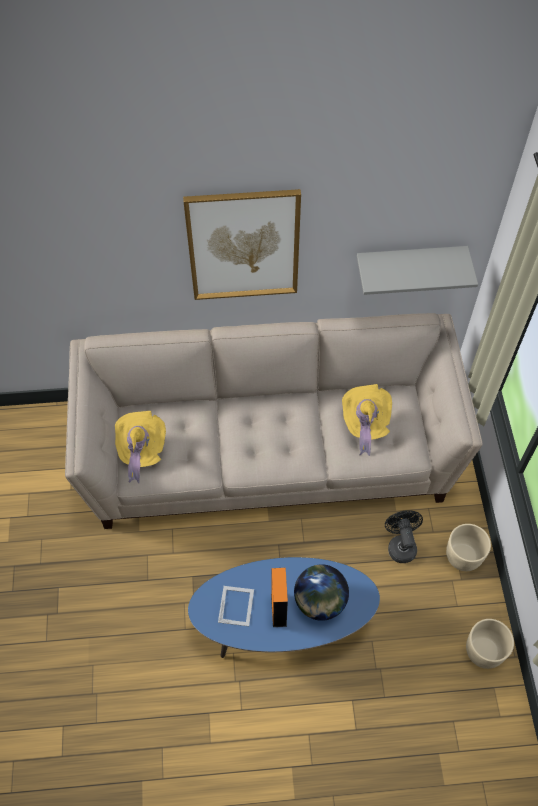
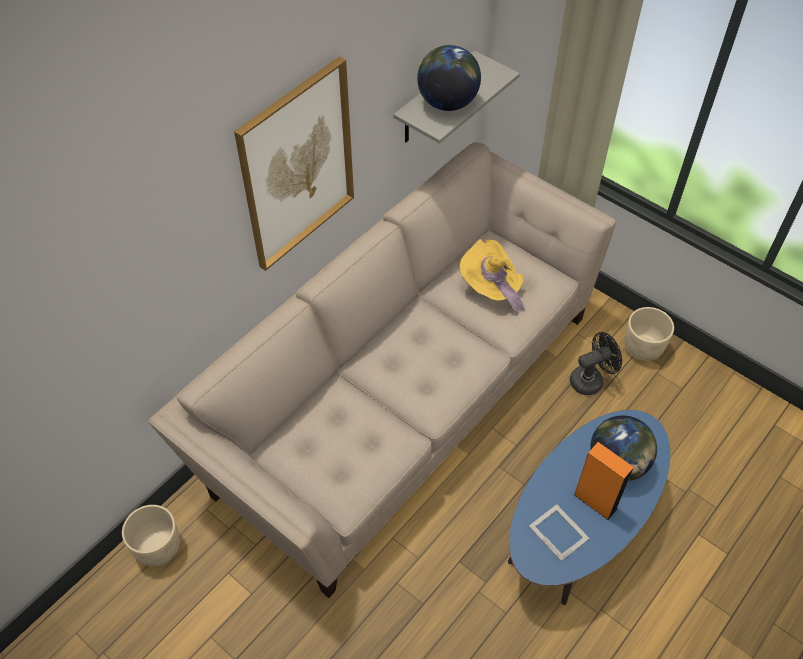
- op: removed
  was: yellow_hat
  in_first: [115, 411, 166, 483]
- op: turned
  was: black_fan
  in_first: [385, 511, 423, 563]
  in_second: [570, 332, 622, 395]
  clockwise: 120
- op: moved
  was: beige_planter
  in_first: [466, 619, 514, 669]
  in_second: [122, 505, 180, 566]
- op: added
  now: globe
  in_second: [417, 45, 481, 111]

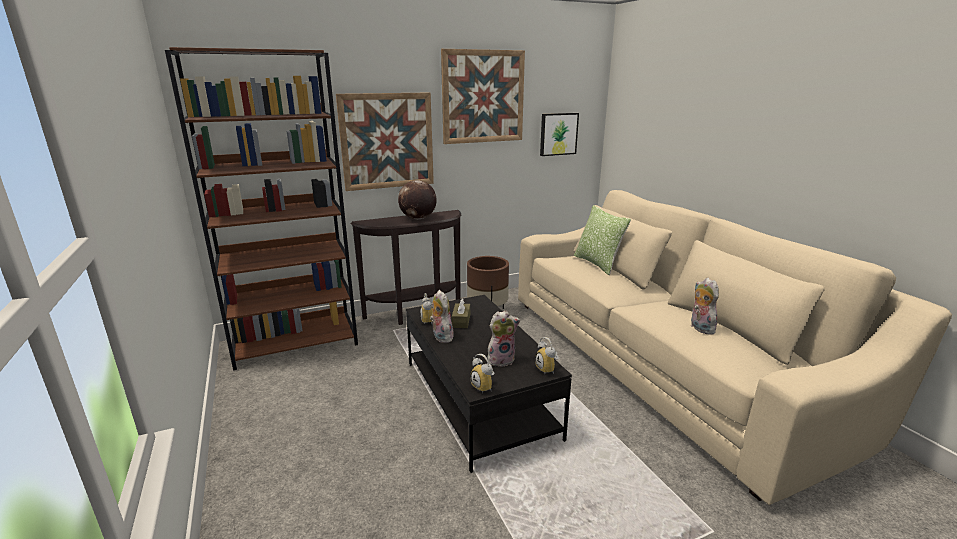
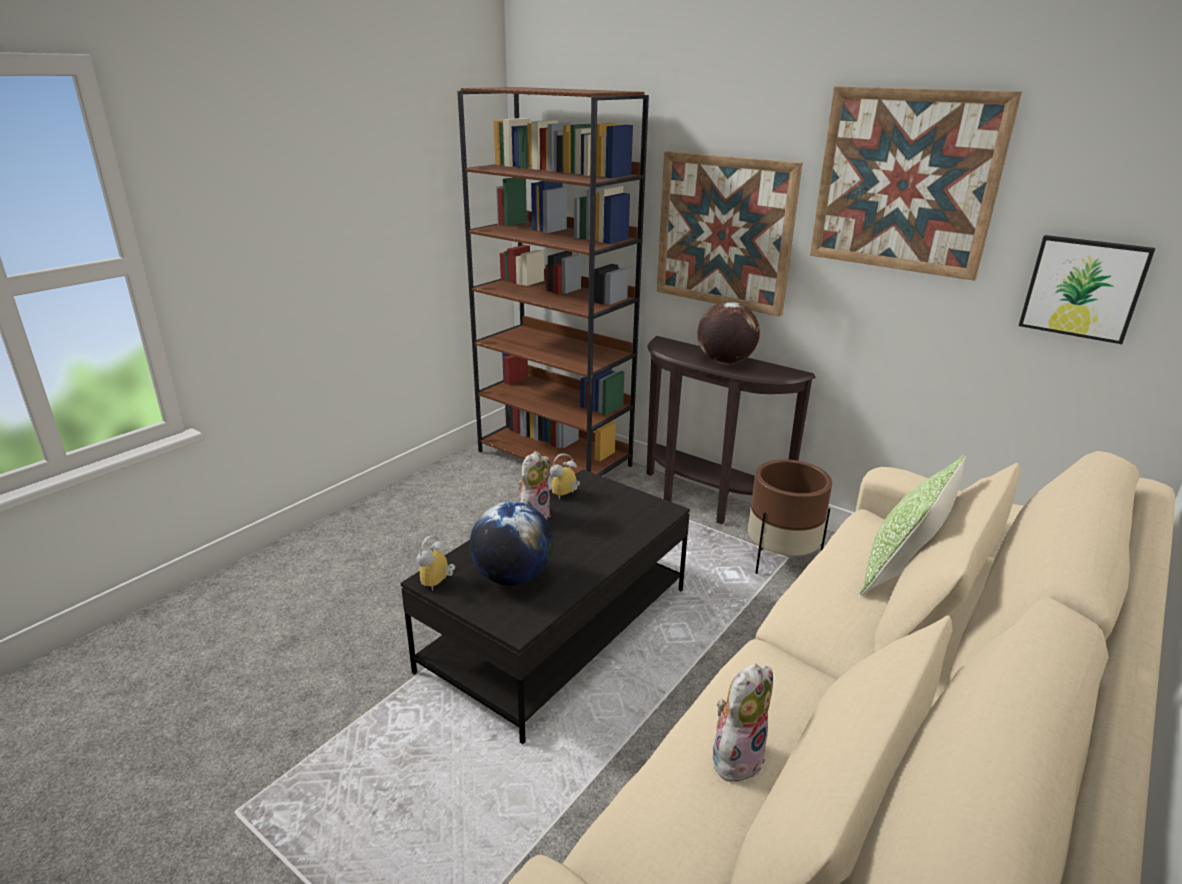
- op: removed
  was: brown_tissue_box
  in_first: [452, 298, 470, 328]
- op: replaced
  was: plush_toy
  now: globe
  in_first: [487, 311, 520, 367]
  in_second: [470, 502, 553, 586]
- op: removed
  was: alarm_clock
  in_first: [535, 337, 559, 374]

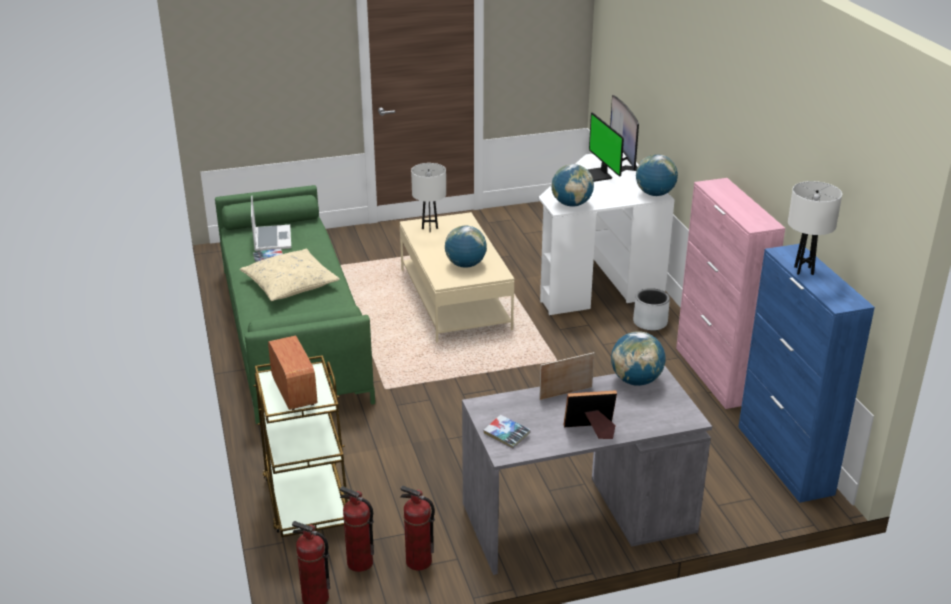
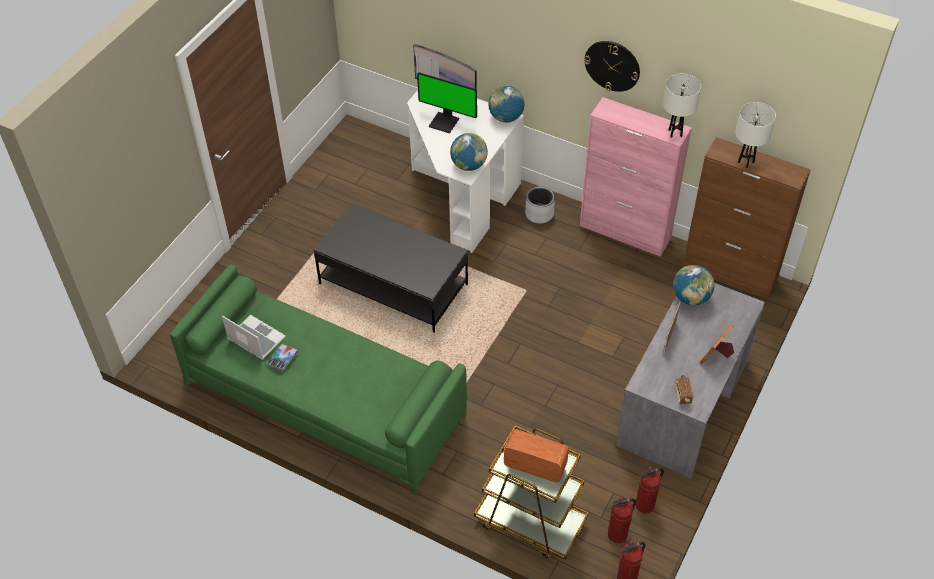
- op: removed
  was: beige_pillow
  in_first: [240, 248, 340, 301]
- op: recoloured
  was: beige_coffee_table
  now: black_coffee_table
  in_first: [400, 212, 515, 342]
  in_second: [314, 204, 468, 333]
- op: moved
  was: white_table_lamp
  in_first: [411, 163, 446, 232]
  in_second: [663, 73, 701, 138]
- op: removed
  was: globe
  in_first: [445, 225, 487, 268]
- op: replaced
  was: book
  now: radio
  in_first: [483, 415, 530, 449]
  in_second: [675, 375, 693, 404]
- op: recoloured
  was: blue_cabinet
  now: brown_cabinet
  in_first: [738, 244, 875, 503]
  in_second: [683, 137, 811, 299]
- op: added
  now: wall_clock
  in_second: [584, 41, 640, 92]

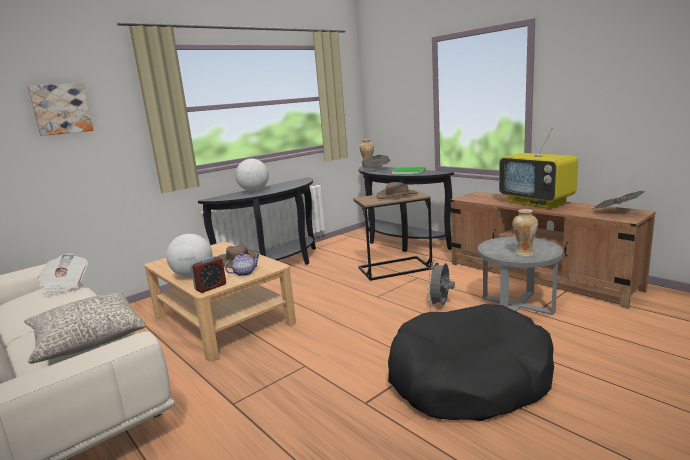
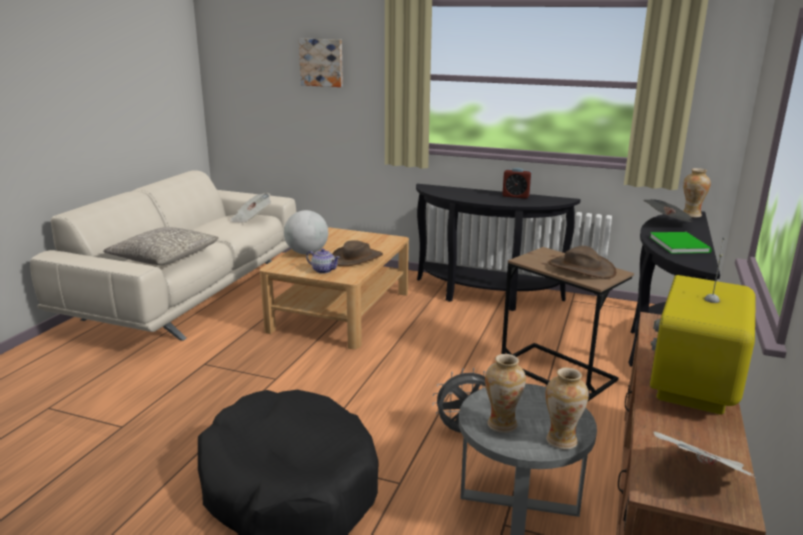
- op: moved
  was: alarm_clock
  in_first: [190, 256, 226, 293]
  in_second: [502, 168, 532, 199]
- op: removed
  was: globe
  in_first: [235, 159, 269, 192]
- op: added
  now: vase
  in_second: [545, 368, 589, 449]

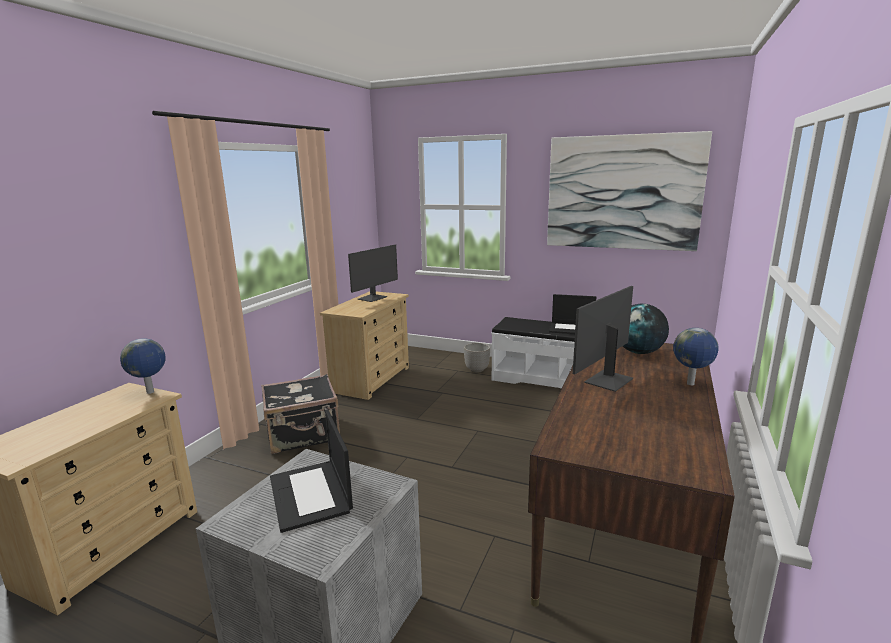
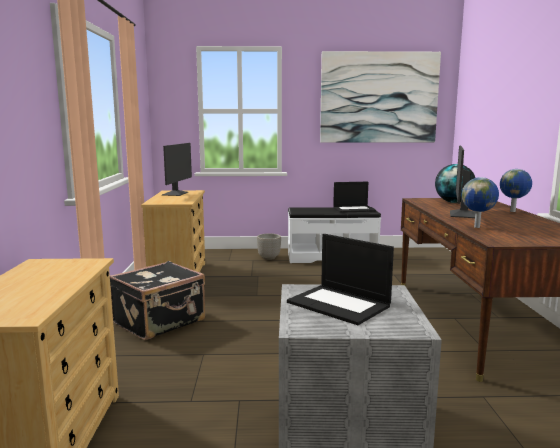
- op: moved
  was: globe
  in_first: [120, 338, 166, 394]
  in_second: [462, 177, 499, 228]

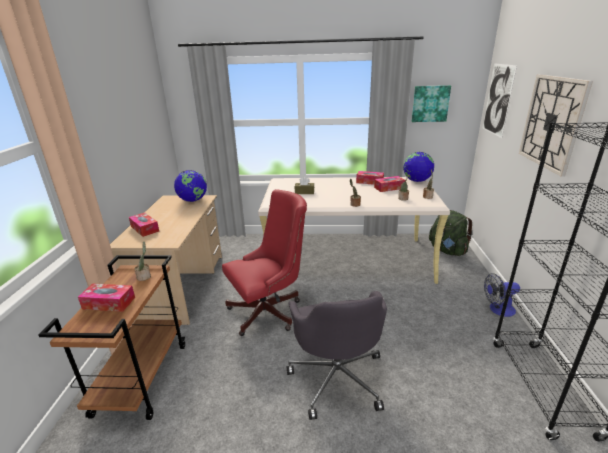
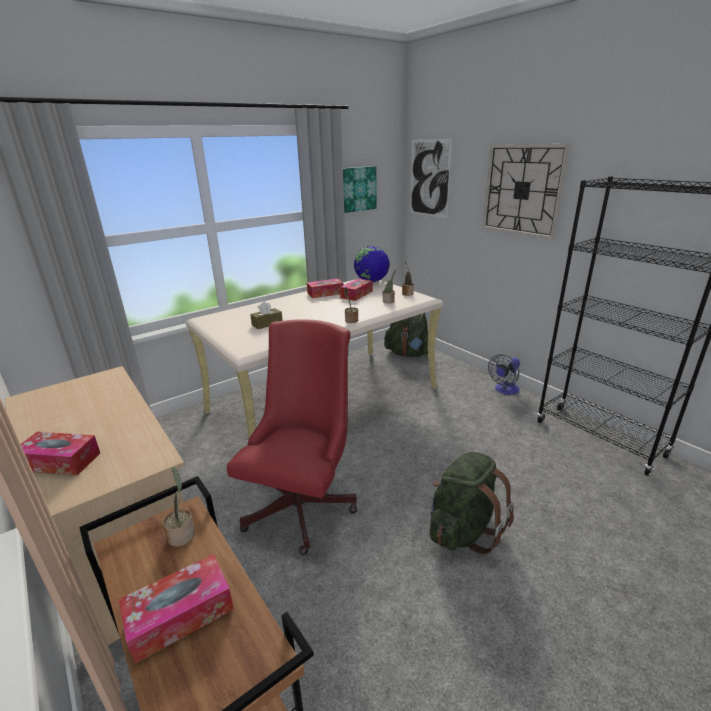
- op: removed
  was: globe
  in_first: [174, 170, 207, 202]
- op: replaced
  was: grey_office_chair
  now: green_backpack
  in_first: [287, 291, 387, 420]
  in_second: [430, 452, 514, 555]

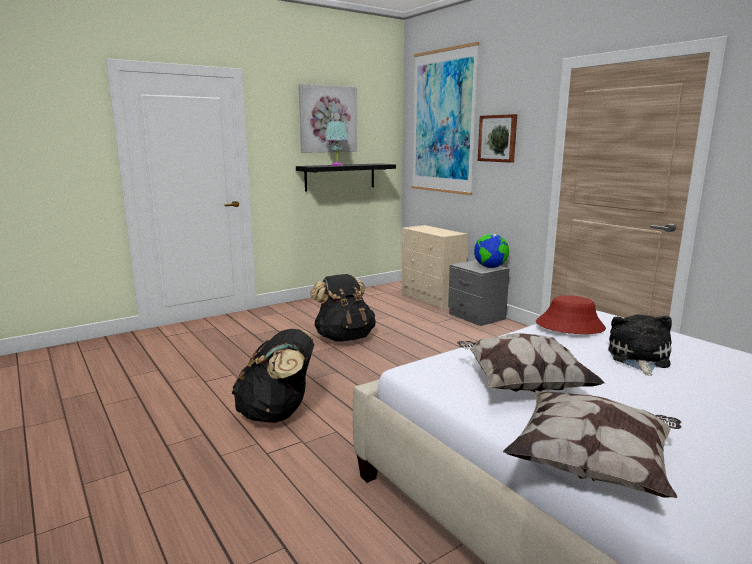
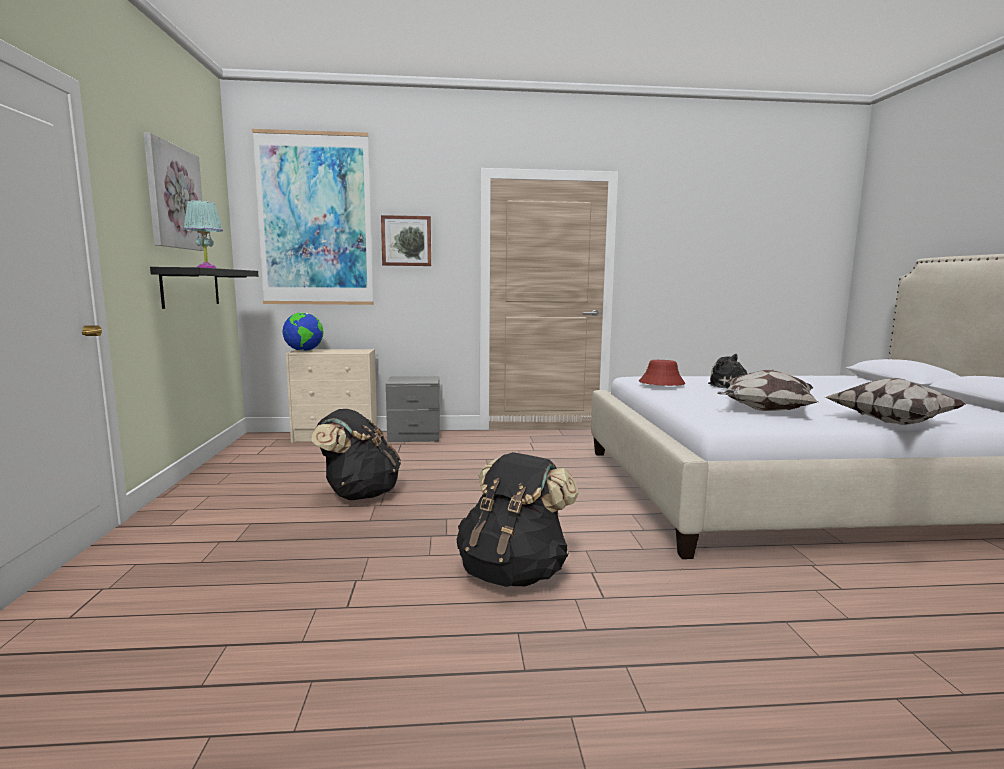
- op: moved
  was: globe
  in_first: [474, 234, 509, 268]
  in_second: [282, 312, 324, 351]

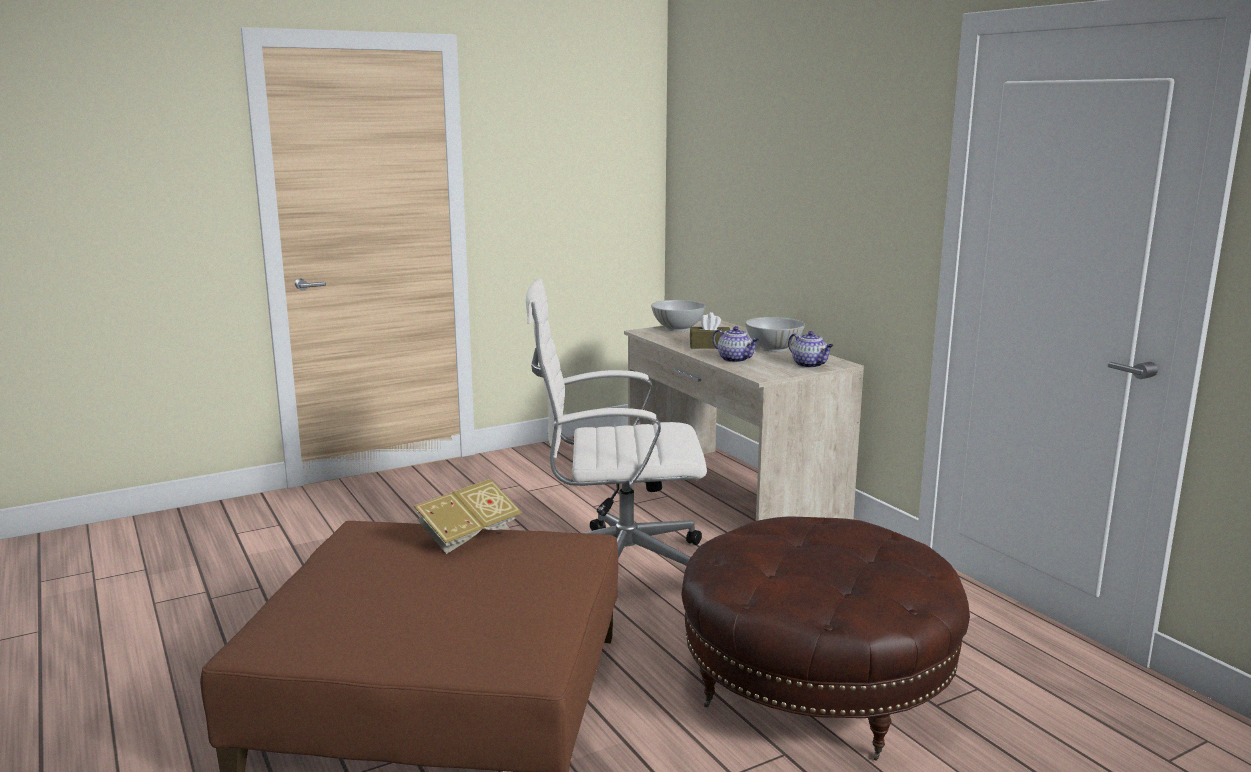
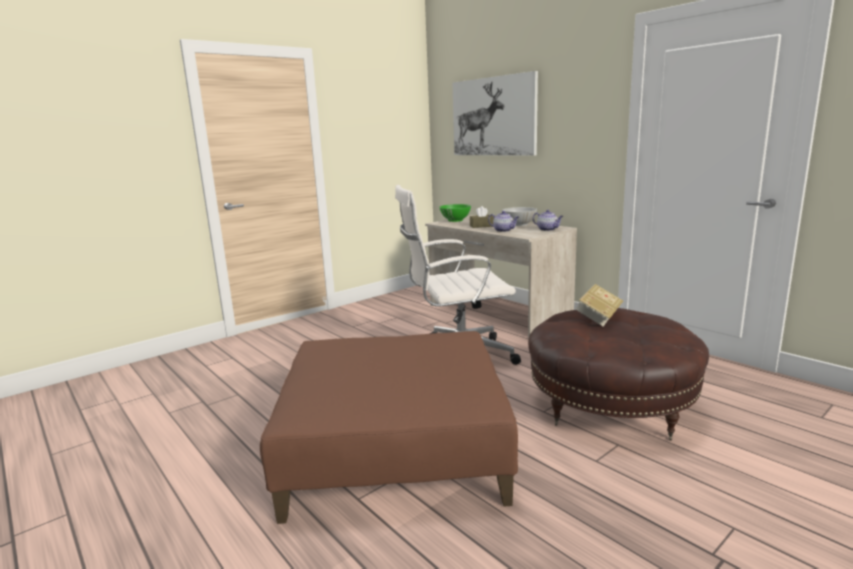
- op: moved
  was: book
  in_first: [414, 479, 522, 554]
  in_second: [576, 284, 623, 326]
- op: recoloured
  was: white_bowl
  now: green_bowl
  in_first: [651, 300, 705, 331]
  in_second: [439, 204, 471, 222]
- op: added
  now: picture
  in_second: [453, 71, 538, 156]

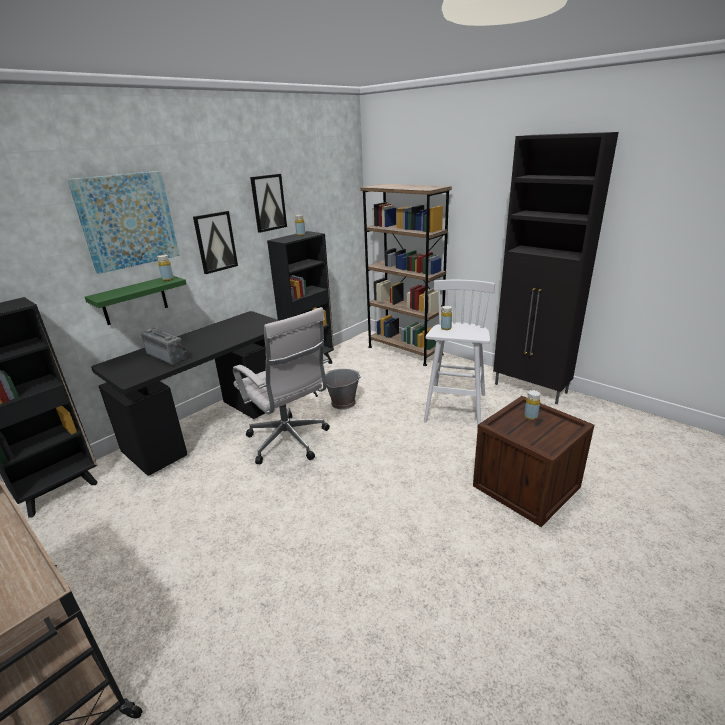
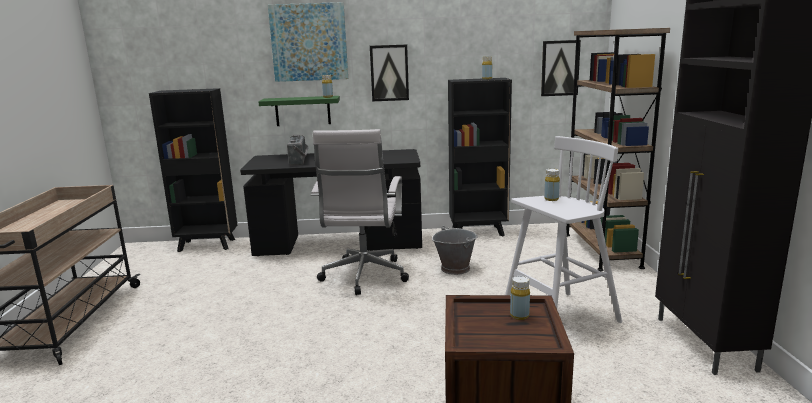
- op: moved
  was: picture
  in_first: [250, 174, 287, 233]
  in_second: [541, 40, 581, 96]

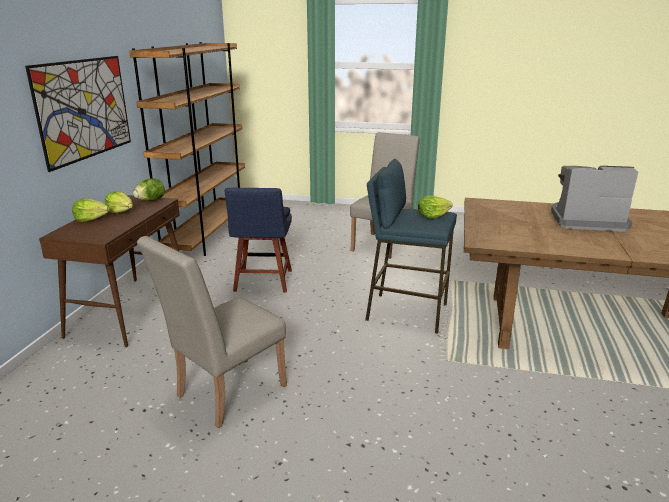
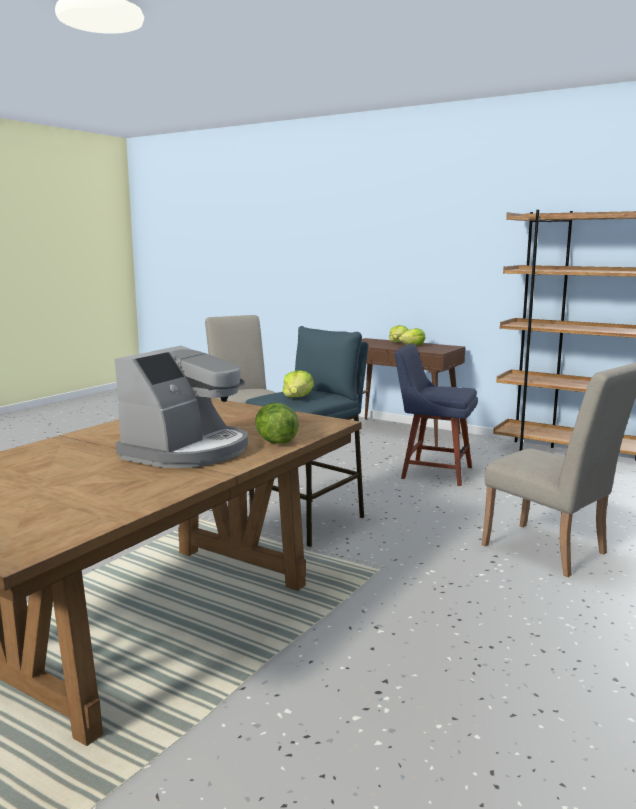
- op: removed
  was: picture
  in_first: [25, 56, 131, 172]
- op: moved
  was: lettuce
  in_first: [133, 178, 165, 201]
  in_second: [255, 403, 299, 444]

